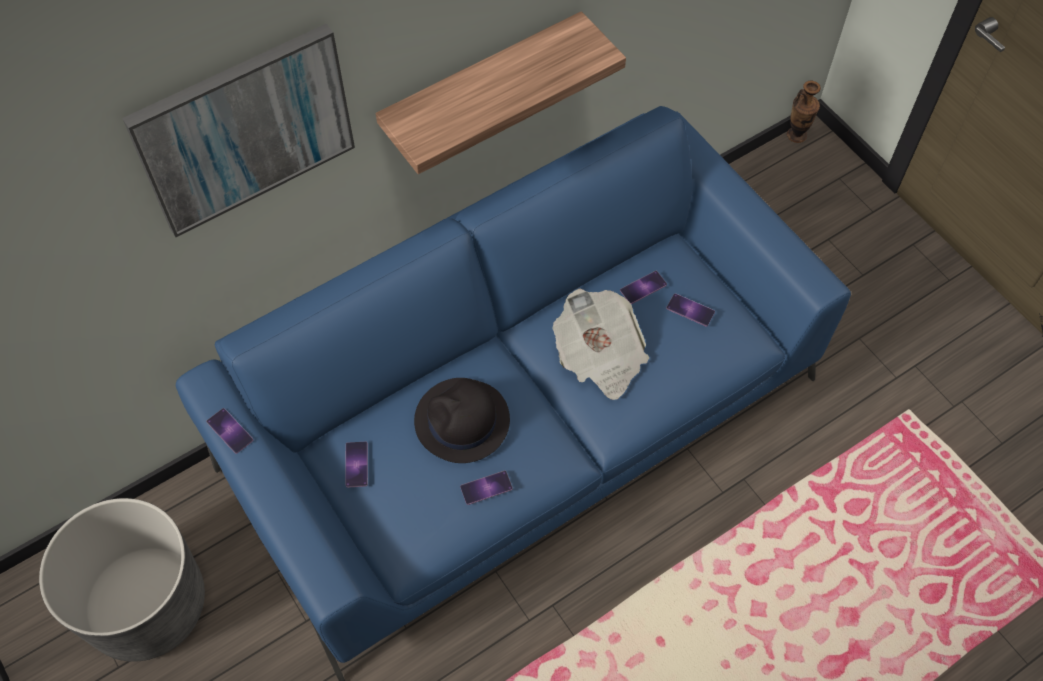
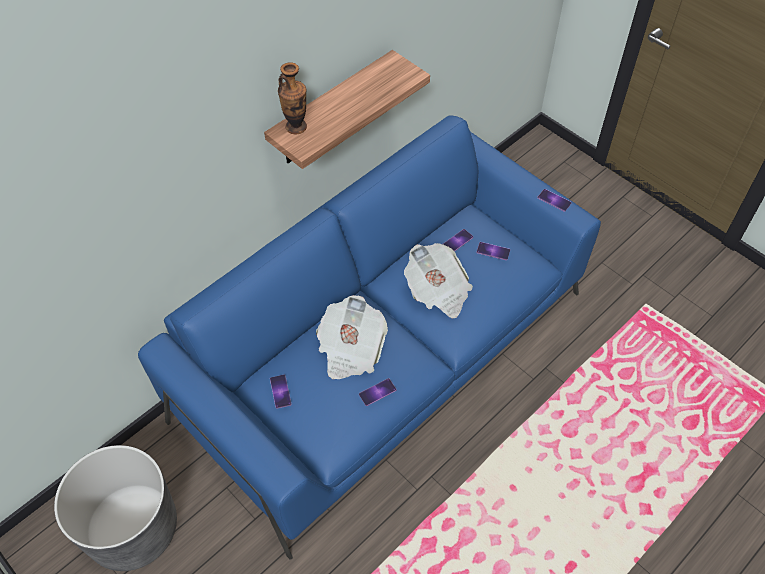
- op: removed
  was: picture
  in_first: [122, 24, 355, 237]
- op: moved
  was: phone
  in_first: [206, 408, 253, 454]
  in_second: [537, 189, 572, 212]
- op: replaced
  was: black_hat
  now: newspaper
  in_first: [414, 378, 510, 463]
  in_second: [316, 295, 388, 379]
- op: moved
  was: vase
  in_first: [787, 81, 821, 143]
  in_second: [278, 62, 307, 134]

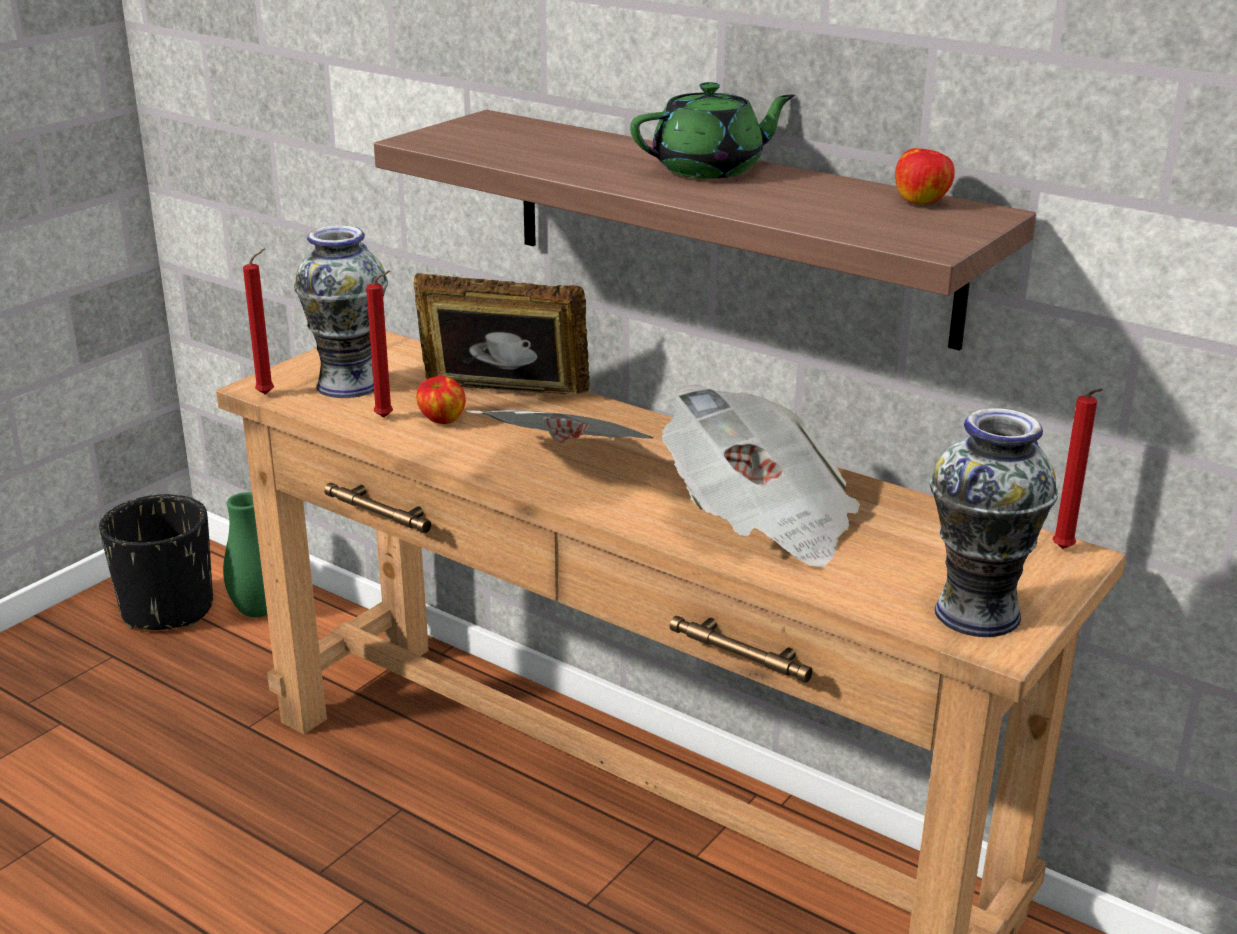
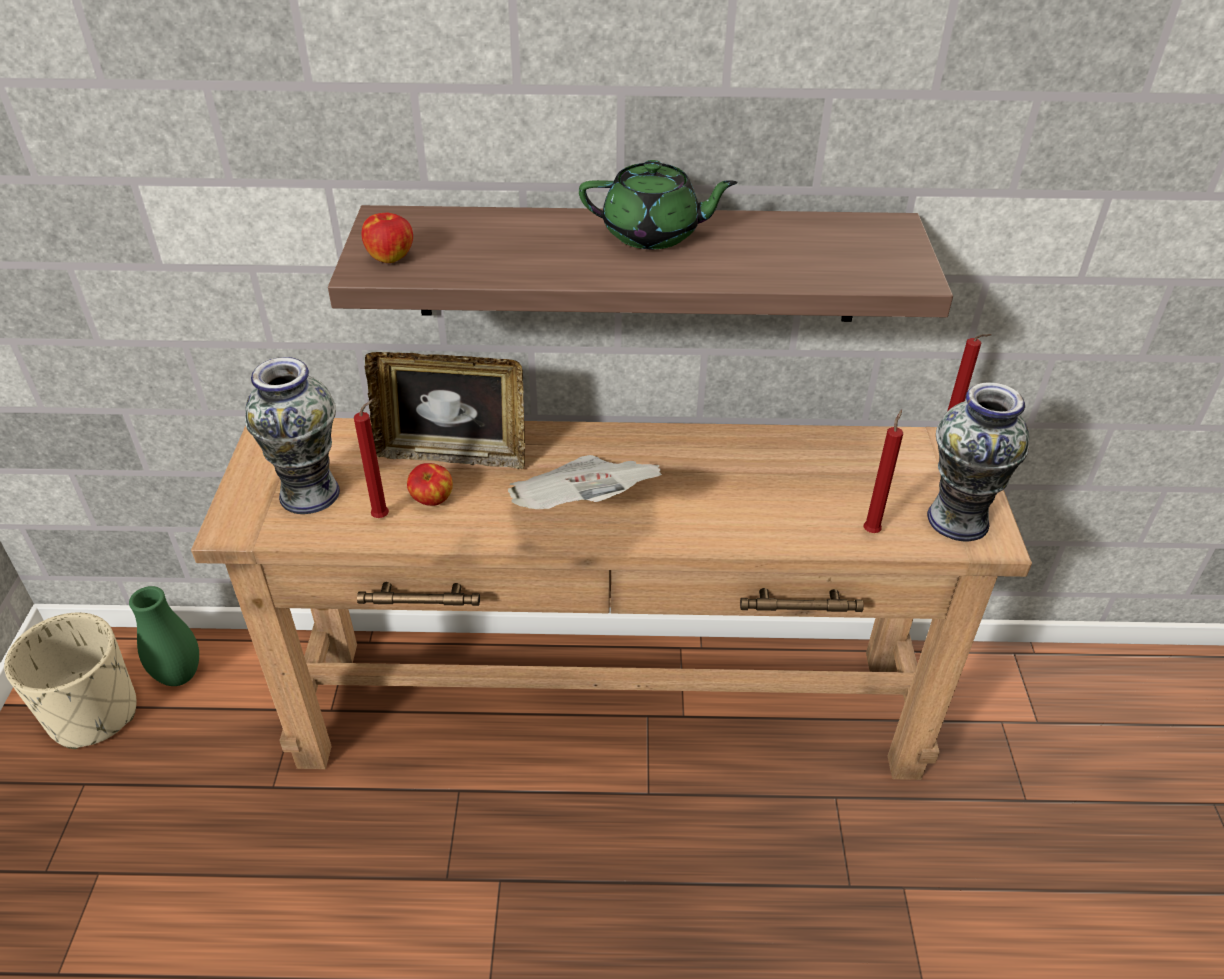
- op: recoloured
  was: black_planter
  now: beige_planter
  in_first: [99, 494, 213, 630]
  in_second: [4, 613, 136, 749]
- op: moved
  was: red_candle
  in_first: [243, 248, 274, 395]
  in_second: [864, 410, 903, 533]
- op: turned
  was: picture_frame
  in_first: [414, 273, 590, 394]
  in_second: [365, 352, 525, 469]
  clockwise: -150
- op: turned
  was: green_teapot
  in_first: [630, 82, 795, 179]
  in_second: [579, 160, 738, 249]
  clockwise: 60
- op: removed
  was: newspaper
  in_first: [662, 385, 860, 567]
- op: moved
  was: apple
  in_first: [895, 148, 955, 205]
  in_second: [361, 213, 413, 263]

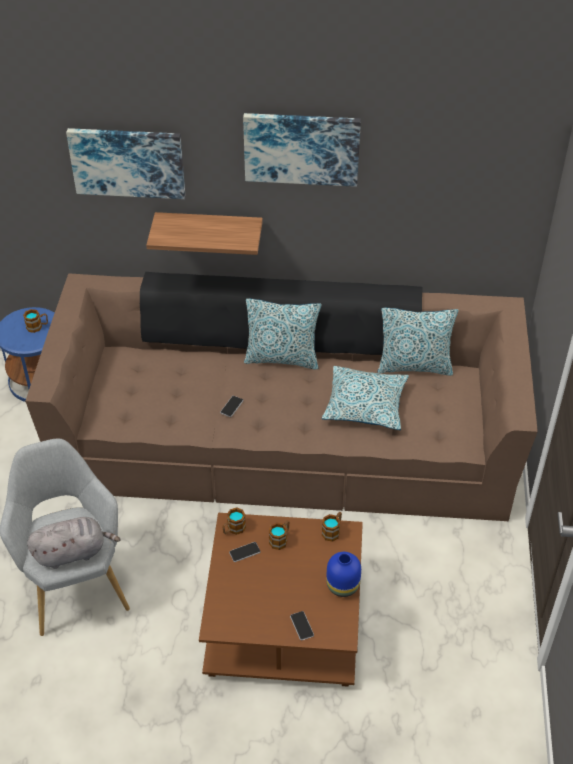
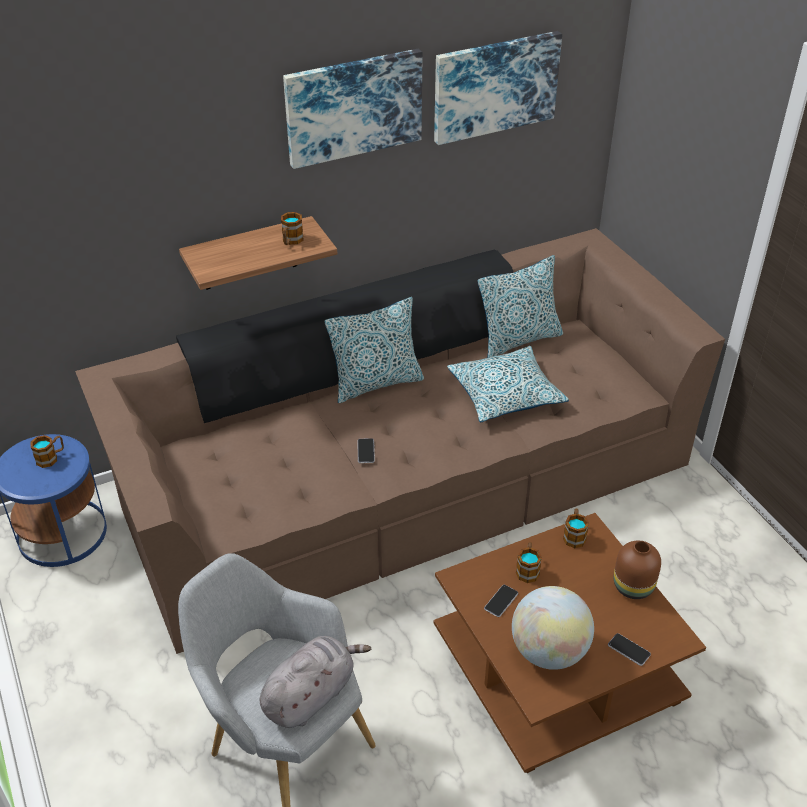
- op: moved
  was: picture
  in_first: [66, 128, 185, 199]
  in_second: [434, 31, 562, 145]
- op: moved
  was: mug
  in_first: [222, 507, 246, 535]
  in_second: [281, 212, 304, 245]
- op: recoloured
  was: blue_vase
  now: brown_vase
  in_first: [326, 552, 361, 597]
  in_second: [614, 541, 661, 599]
- op: added
  now: globe
  in_second: [512, 586, 594, 670]

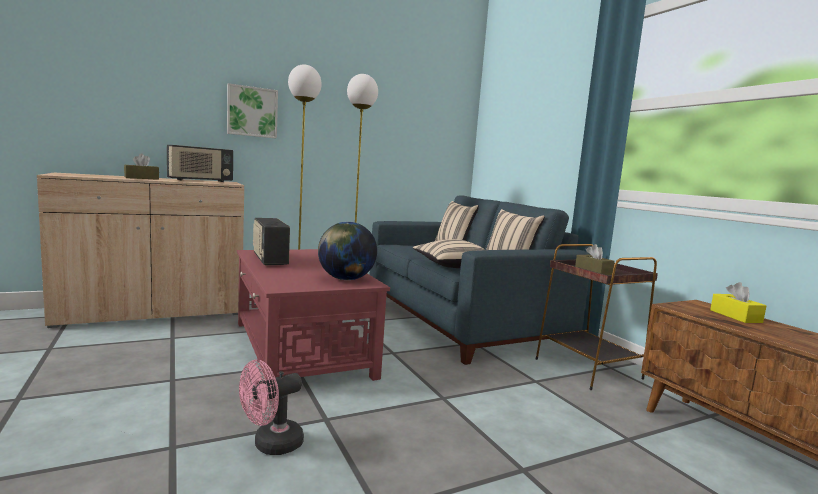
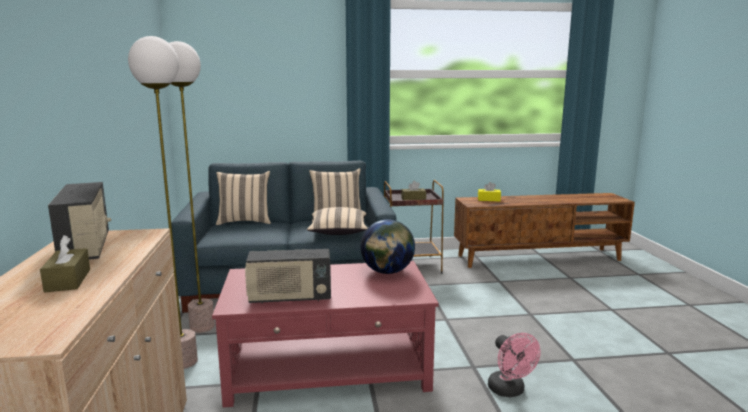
- op: removed
  was: picture
  in_first: [227, 83, 278, 138]

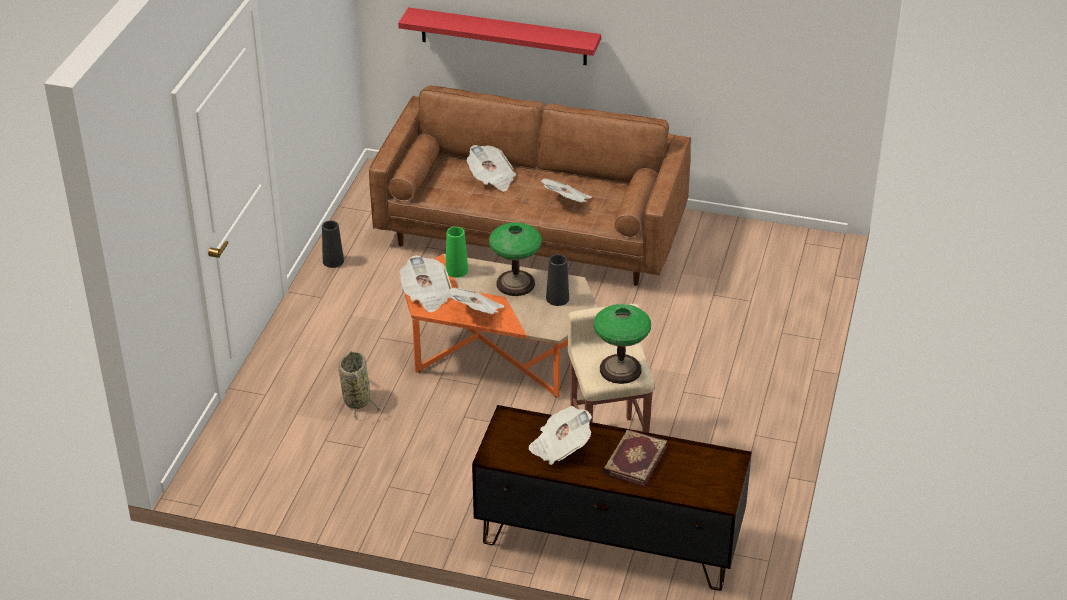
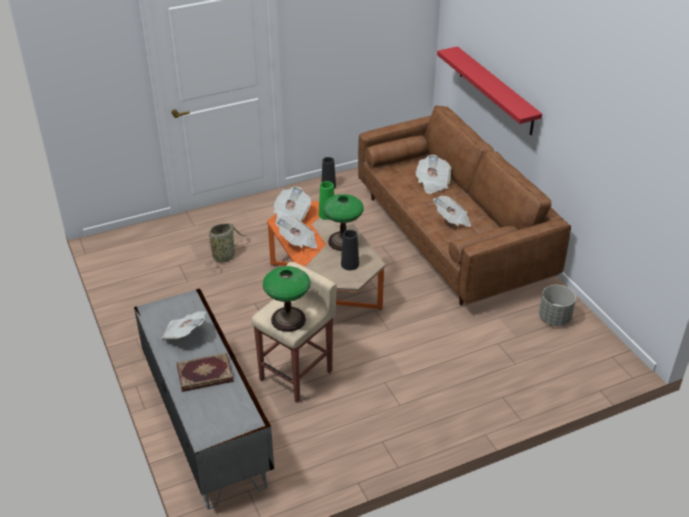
- op: recoloured
  was: brown_tv_stand
  now: grey_tv_stand
  in_first: [472, 405, 752, 591]
  in_second: [134, 289, 274, 509]
- op: added
  now: grey_planter
  in_second: [539, 285, 576, 326]

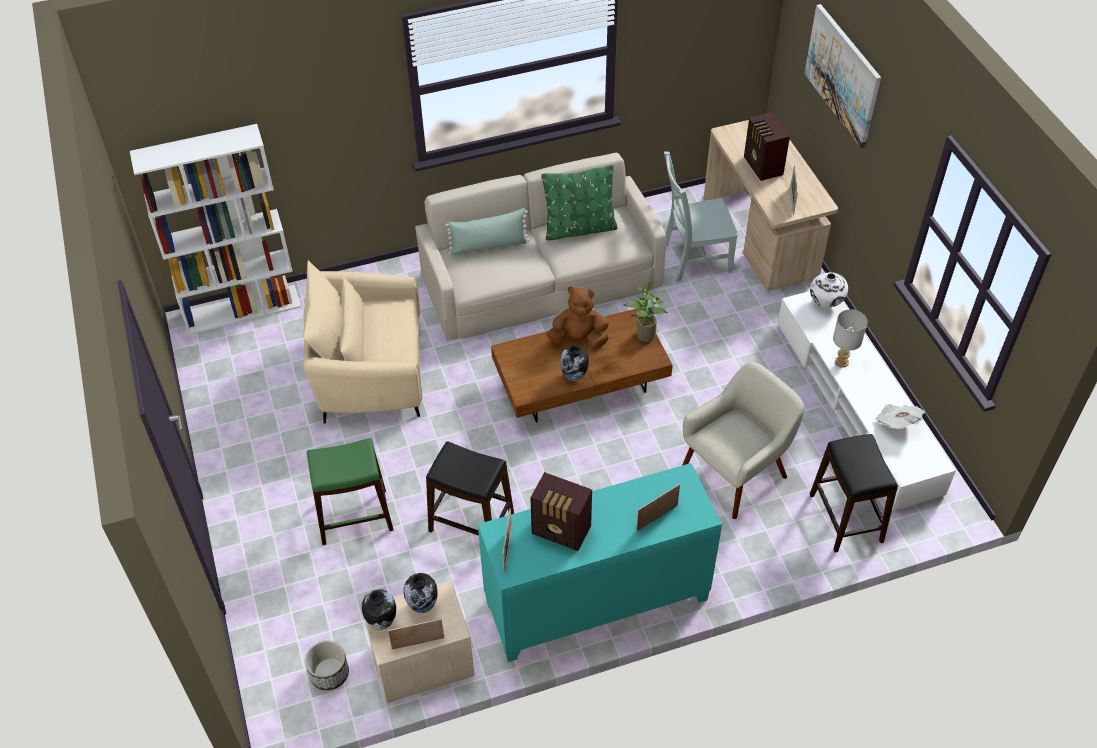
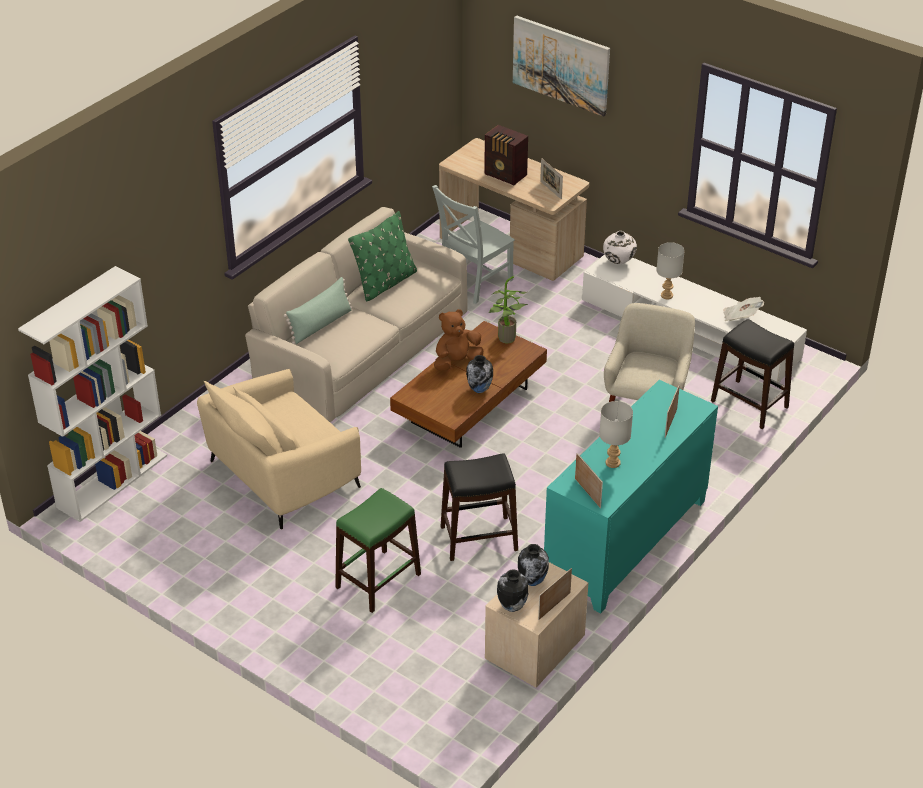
- op: removed
  was: planter
  in_first: [305, 641, 349, 690]
- op: replaced
  was: radio
  now: grey_table_lamp
  in_first: [530, 472, 592, 551]
  in_second: [599, 401, 633, 468]

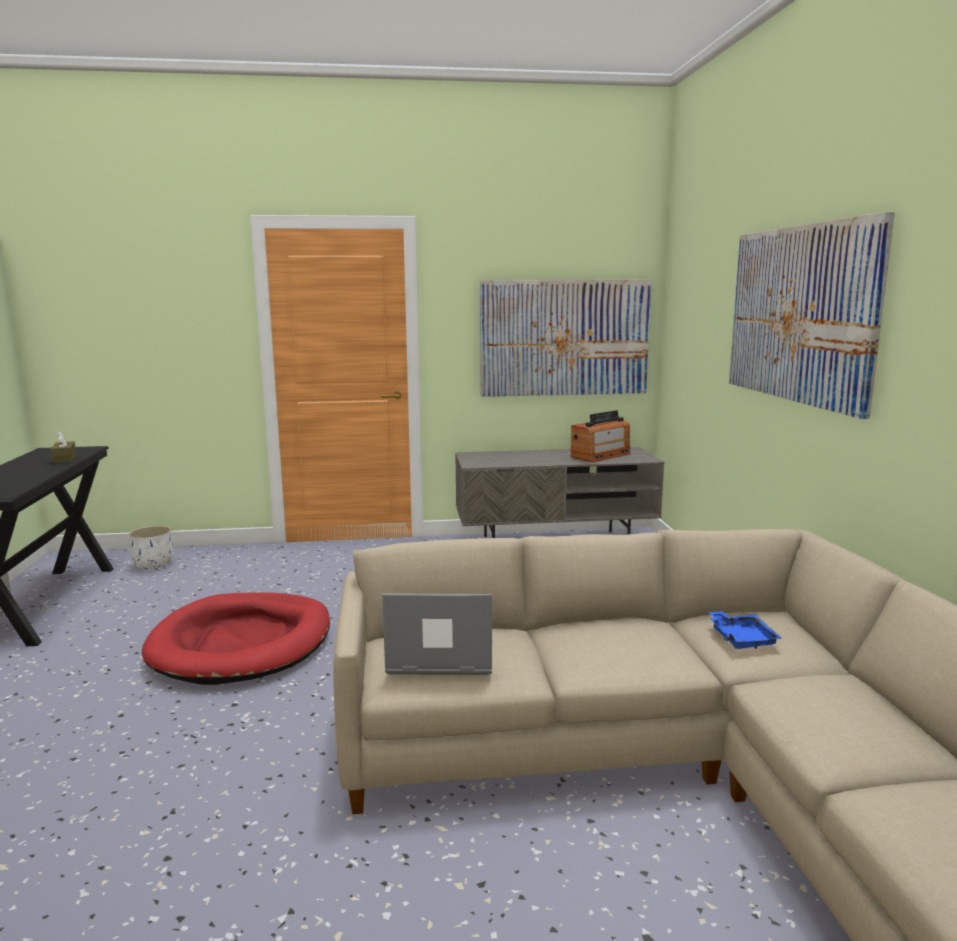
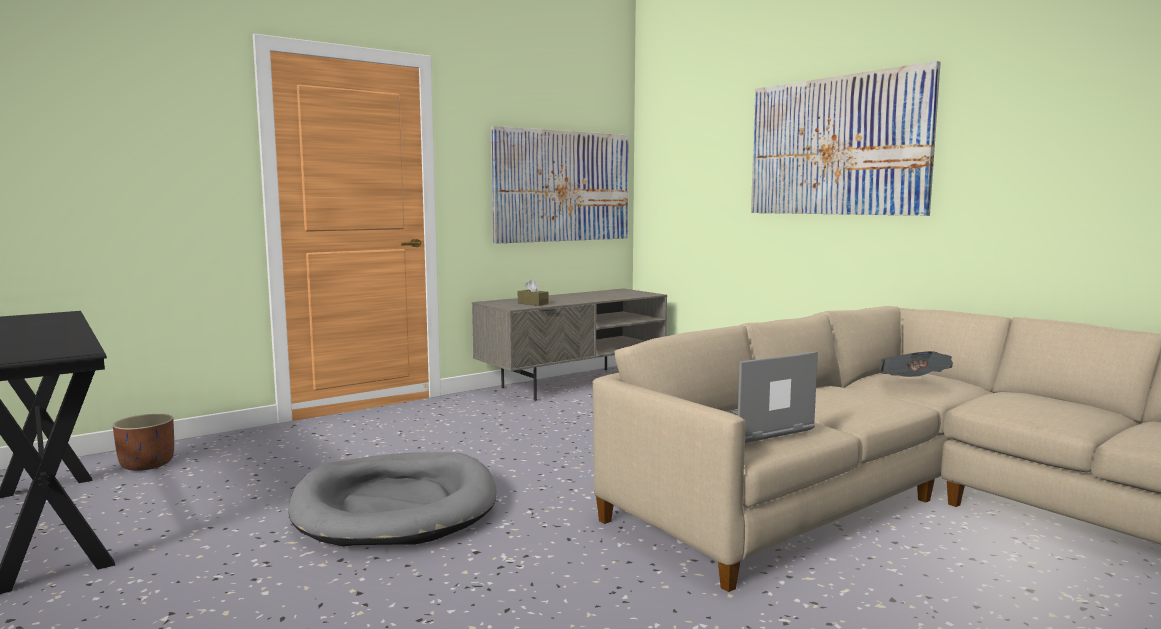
- op: moved
  was: brown_tissue_box
  in_first: [50, 431, 76, 463]
  in_second: [518, 279, 549, 306]
- op: recoloured
  was: white_planter
  now: brown_planter
  in_first: [128, 526, 173, 569]
  in_second: [113, 414, 174, 471]
- op: recoloured
  was: red_dog_bed
  now: grey_dog_bed
  in_first: [142, 592, 330, 685]
  in_second: [288, 452, 497, 547]
- op: removed
  was: radio
  in_first: [571, 410, 631, 462]
- op: replaced
  was: blue_tray
  now: newspaper
  in_first: [708, 611, 782, 649]
  in_second: [880, 351, 953, 377]

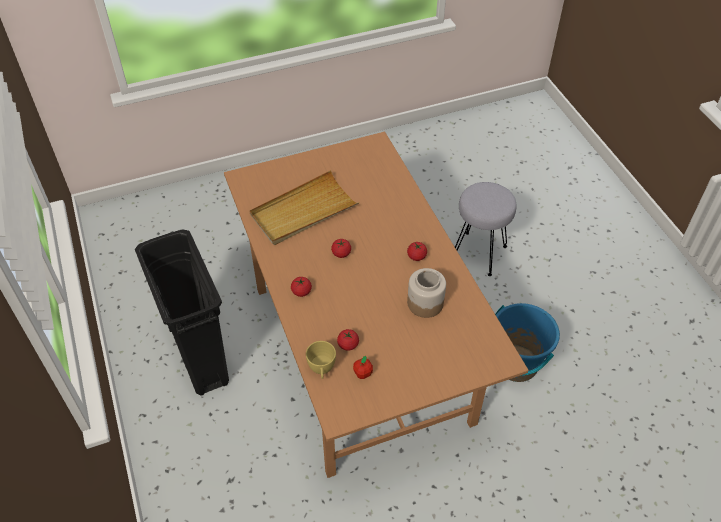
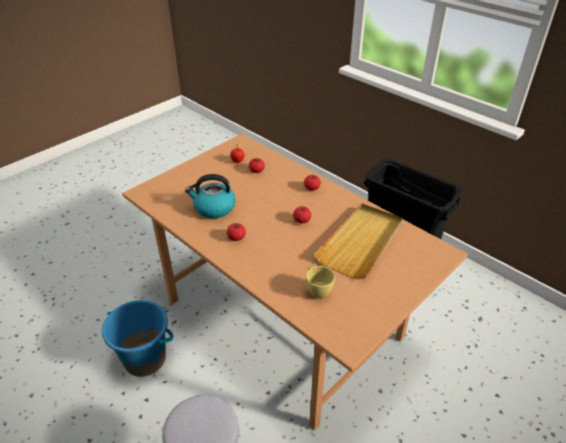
- op: moved
  was: yellow_cup
  in_first: [306, 341, 336, 379]
  in_second: [306, 266, 335, 298]
- op: replaced
  was: jar
  now: kettle
  in_first: [407, 268, 446, 318]
  in_second: [185, 174, 236, 218]

